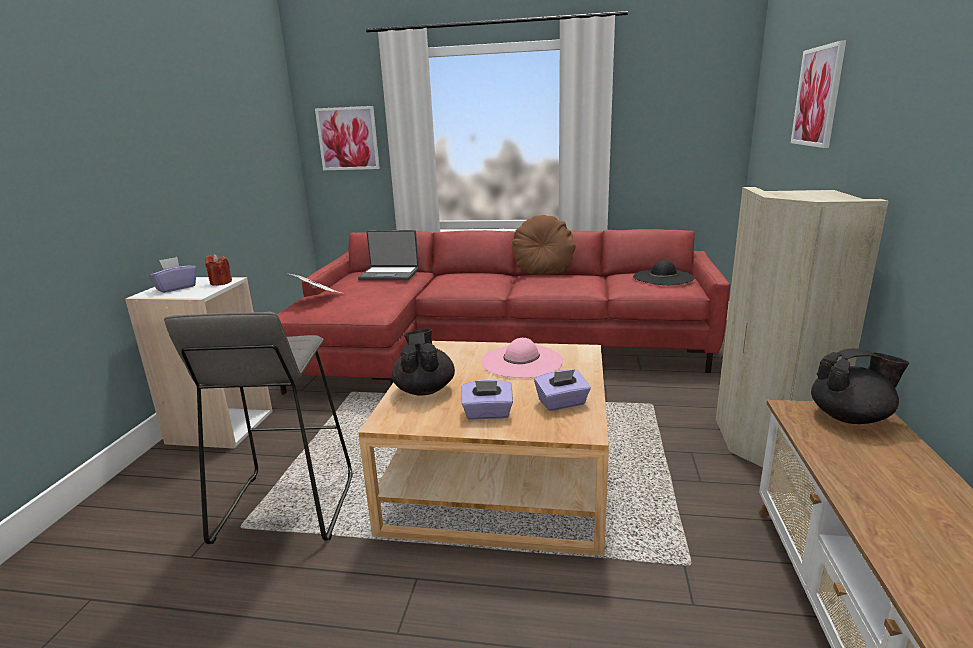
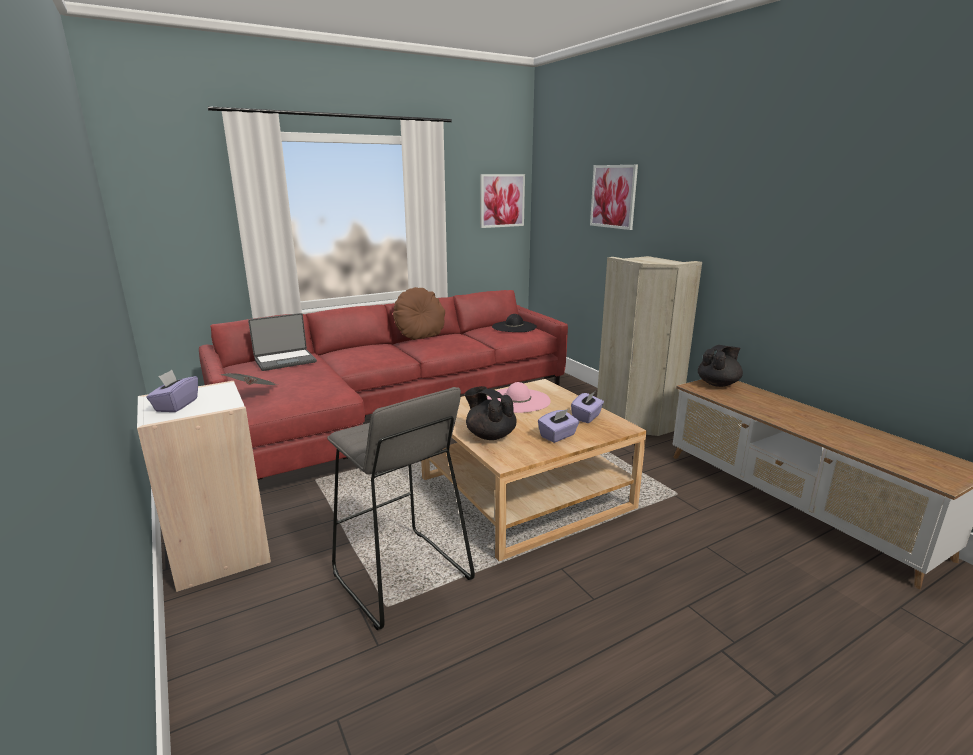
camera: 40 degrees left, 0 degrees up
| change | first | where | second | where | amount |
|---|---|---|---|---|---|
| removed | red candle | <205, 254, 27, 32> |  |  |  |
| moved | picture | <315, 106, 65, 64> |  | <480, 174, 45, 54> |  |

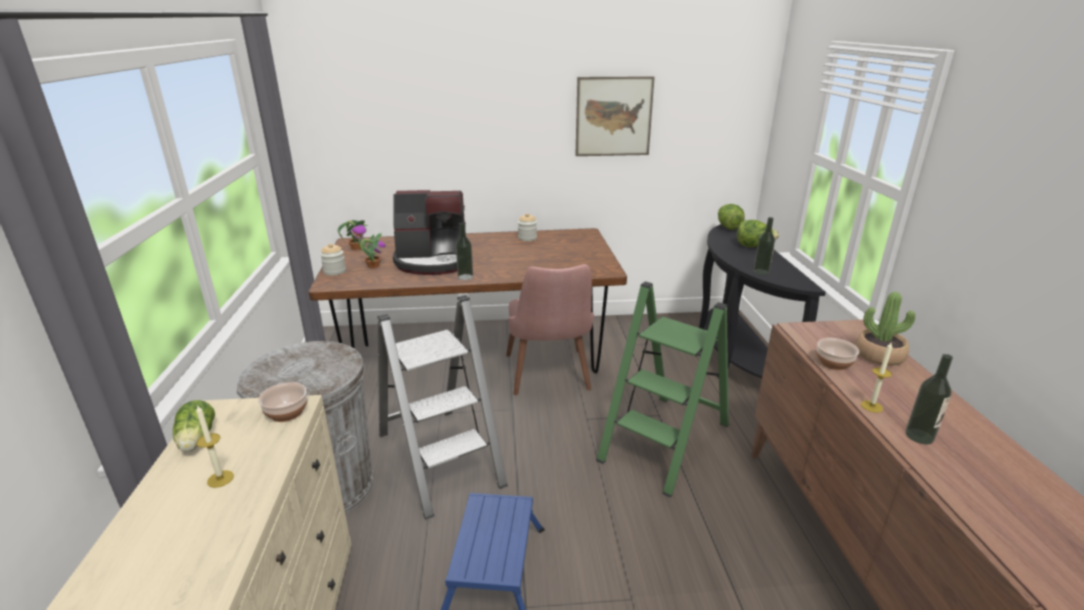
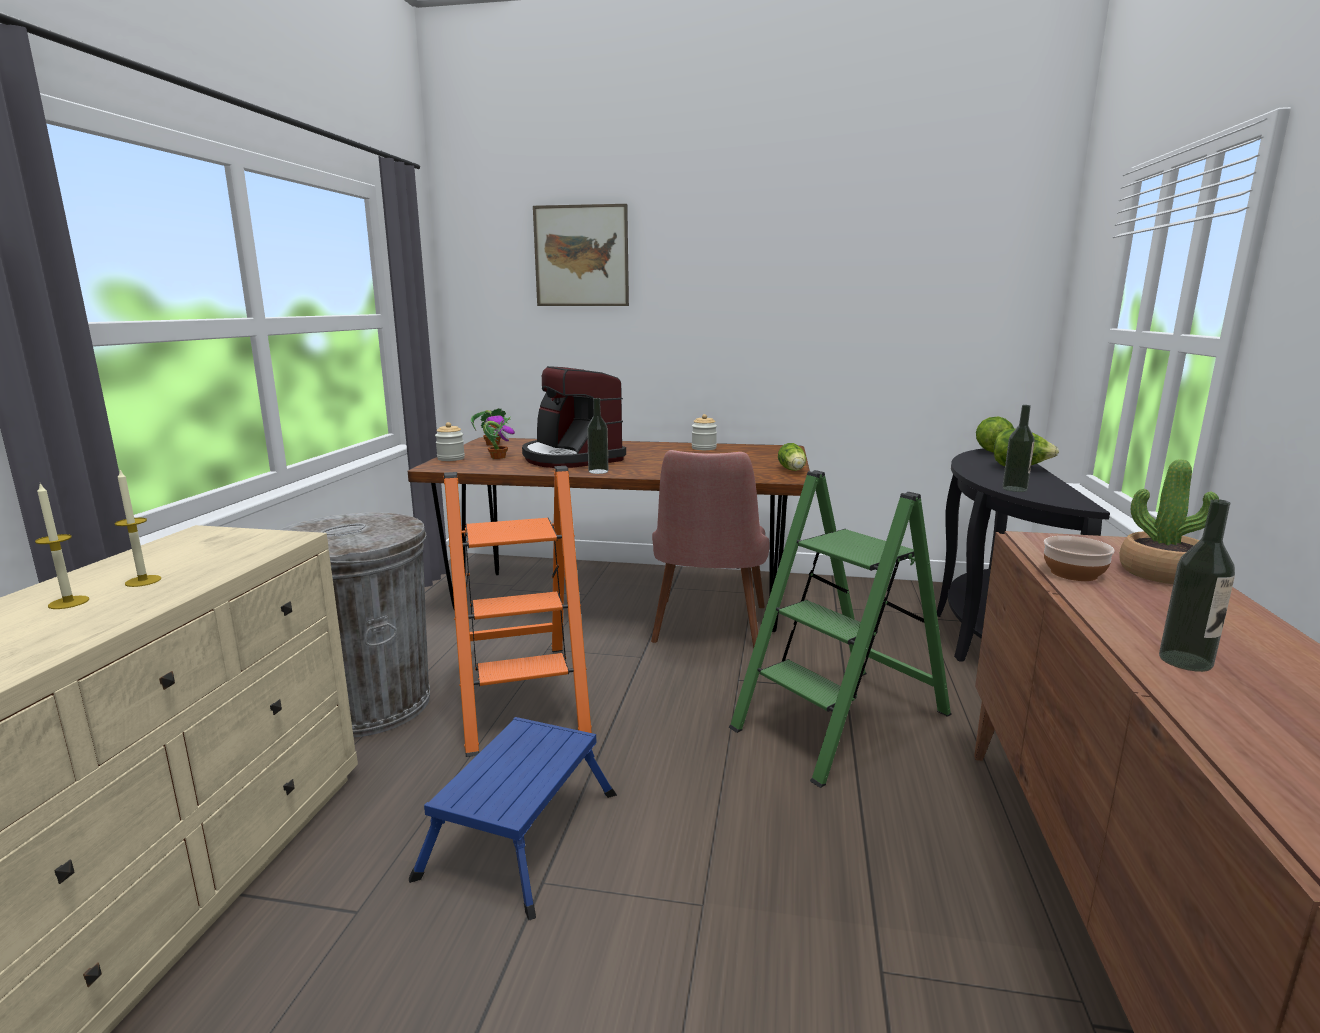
camera: 15 degrees right, 10 degrees down
| change | first | where | second | where | amount |
|---|---|---|---|---|---|
| moved | lettuce | <173, 400, 42, 52> |  | <778, 443, 28, 28> |  |
| removed | bowl | <258, 382, 49, 40> |  |  |  |
| recoloured | grey step ladder | <377, 295, 131, 225> | orange step ladder | <443, 466, 149, 291> |  |
| turned | coffee machine | <393, 190, 73, 85> |  | <522, 366, 104, 102> | 45 degrees clockwise |
| moved | picture | <575, 76, 80, 80> |  | <533, 204, 96, 102> |  |
| moved | candle | <861, 341, 31, 72> |  | <35, 484, 54, 125> |  |

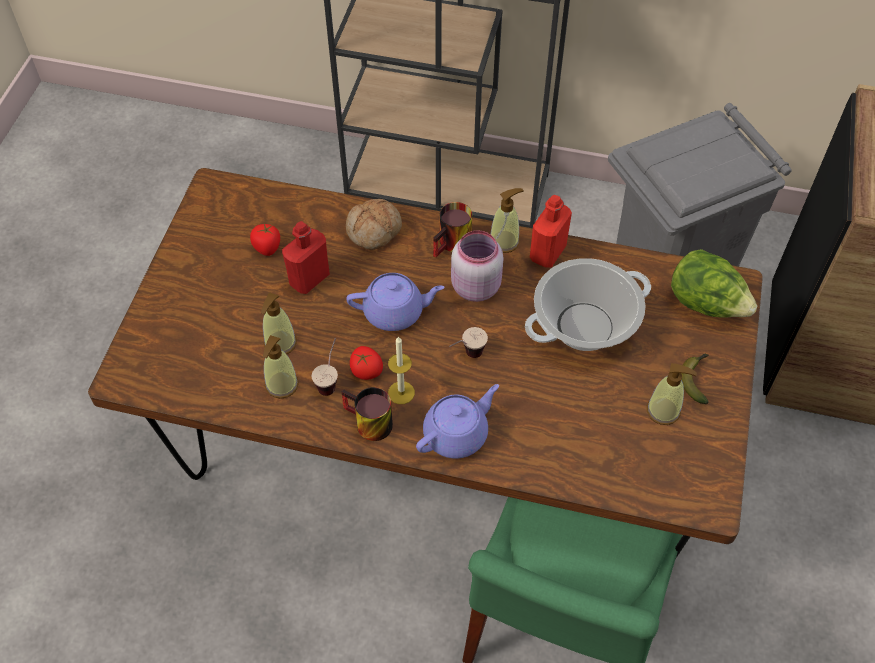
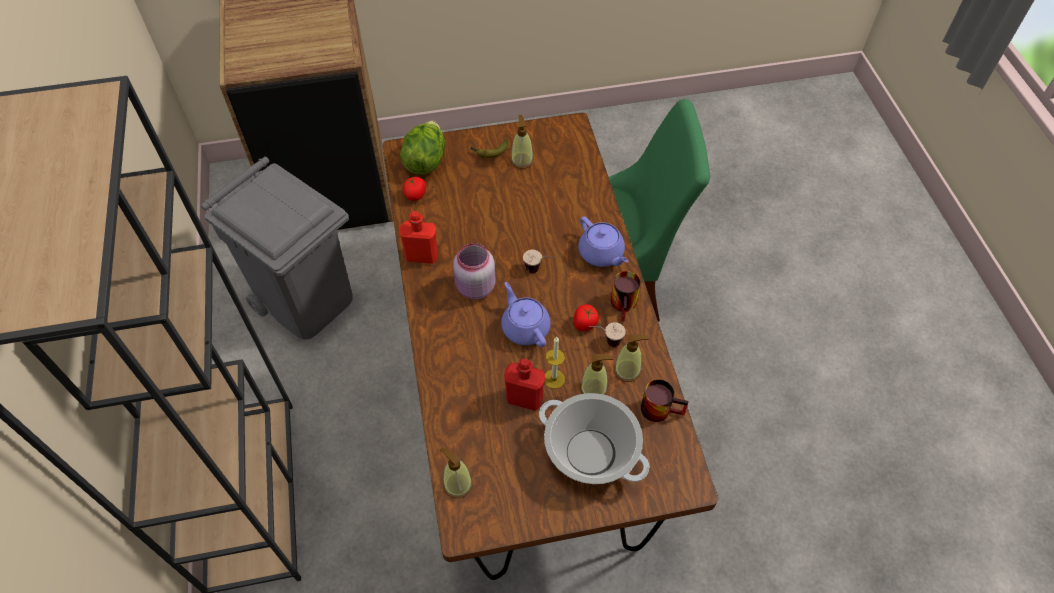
camera: 115 degrees left, 0 degrees up
| change | first | where | second | where | amount |
|---|---|---|---|---|---|
| moved | tomato | <250, 224, 30, 32> |  | <403, 176, 23, 25> |  |
| removed | bread | <346, 199, 56, 51> |  |  |  |
| moved | candle | <388, 336, 27, 68> |  | <544, 336, 21, 53> |  |
| turned | purple teapot | <416, 384, 83, 75> |  | <578, 216, 50, 51> | 150 degrees counterclockwise |
| moved | mug | <433, 202, 39, 56> |  | <641, 379, 48, 43> |  |
| moved | soap dispenser | <491, 188, 33, 65> |  | <440, 448, 33, 50> |  |
| moved | cooking pot | <525, 258, 126, 93> |  | <539, 393, 111, 91> |  |

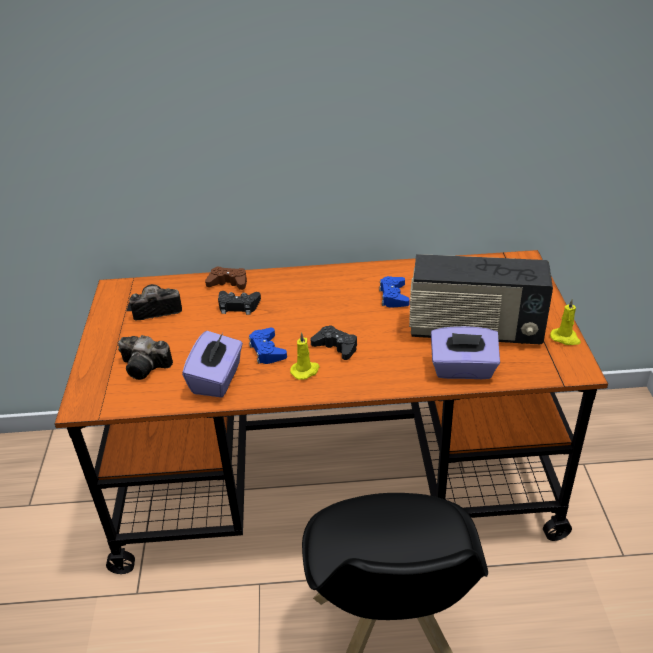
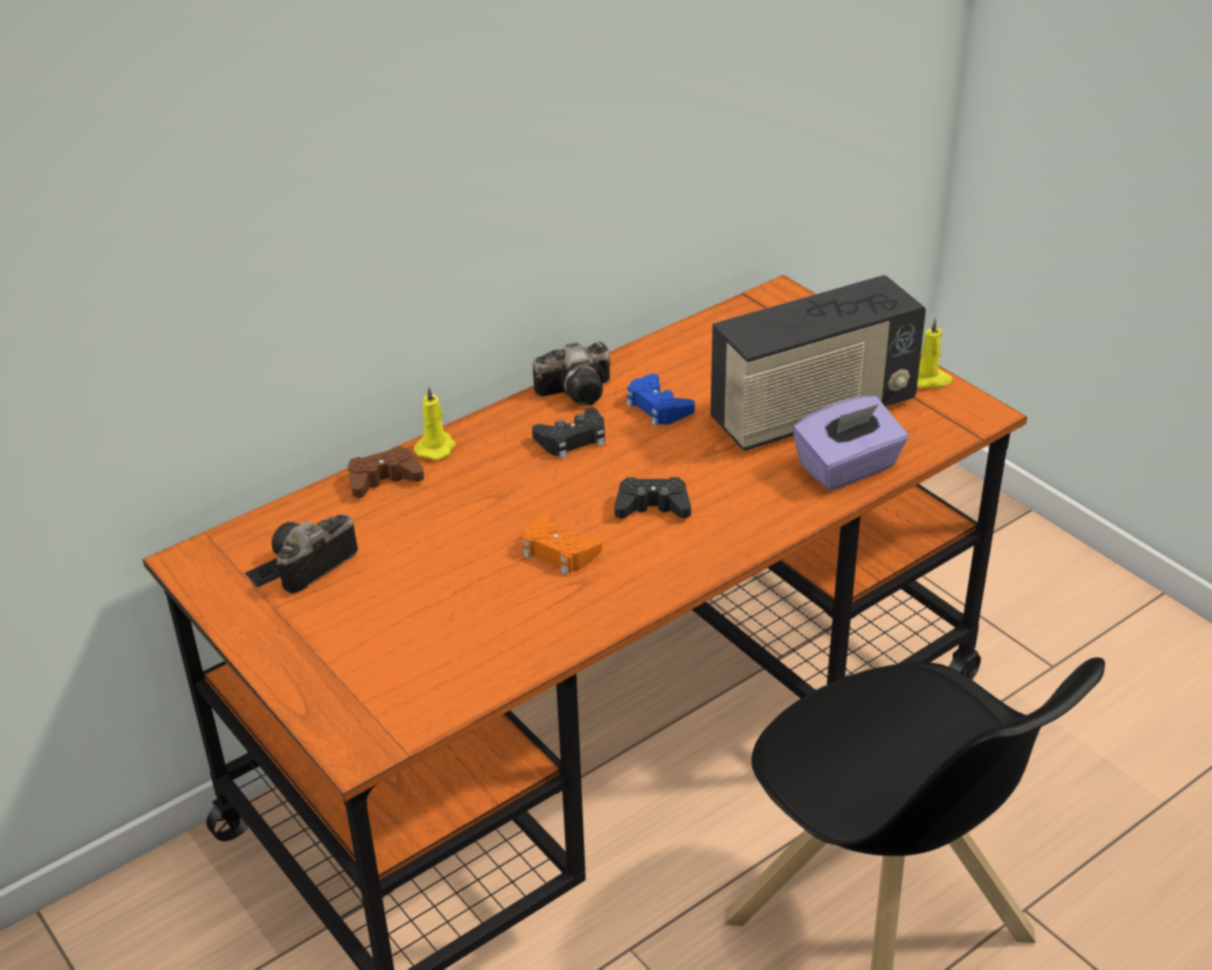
camera: 35 degrees left, 0 degrees up
| change | first | where | second | where | amount |
|---|---|---|---|---|---|
| moved | photo camera | <118, 335, 55, 45> |  | <533, 342, 77, 64> |  |
| removed | purple tissue box | <182, 331, 61, 66> |  |  |  |
| moved | black game controller | <218, 291, 43, 24> |  | <532, 407, 73, 52> |  |
| recoloured | blue game controller | <249, 328, 38, 36> | orange game controller | <523, 515, 79, 60> |  |
| moved | yellow candle | <290, 332, 30, 48> |  | <414, 386, 42, 74> |  |

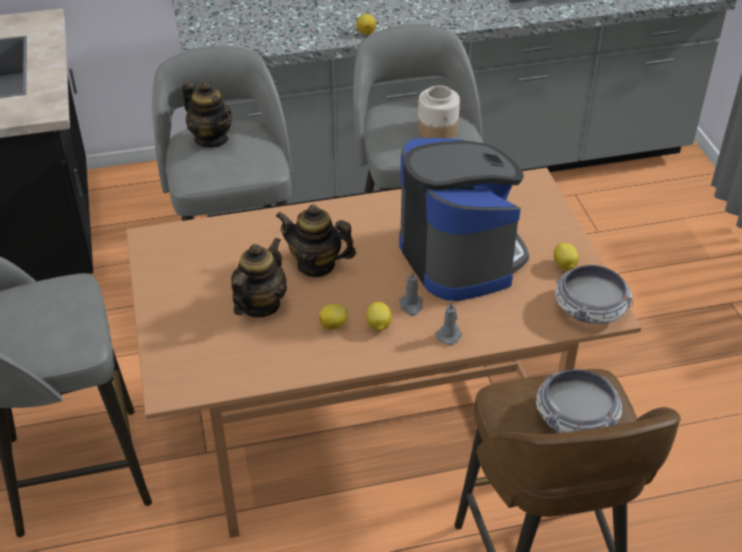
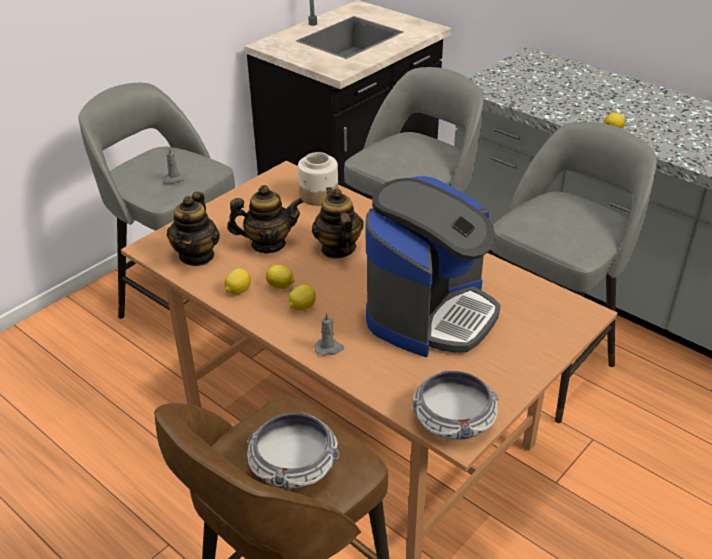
camera: 55 degrees right, 5 degrees down
| change | first | where | second | where | amount |
|---|---|---|---|---|---|
| moved | teapot | <182, 82, 50, 66> |  | <167, 192, 53, 74> |  |
| moved | grey candle | <399, 270, 24, 46> |  | <163, 147, 22, 38> |  |
| moved | jar | <418, 86, 42, 53> |  | <298, 152, 40, 54> |  |
| moved | lemon | <554, 243, 25, 27> |  | <225, 268, 26, 26> |  |

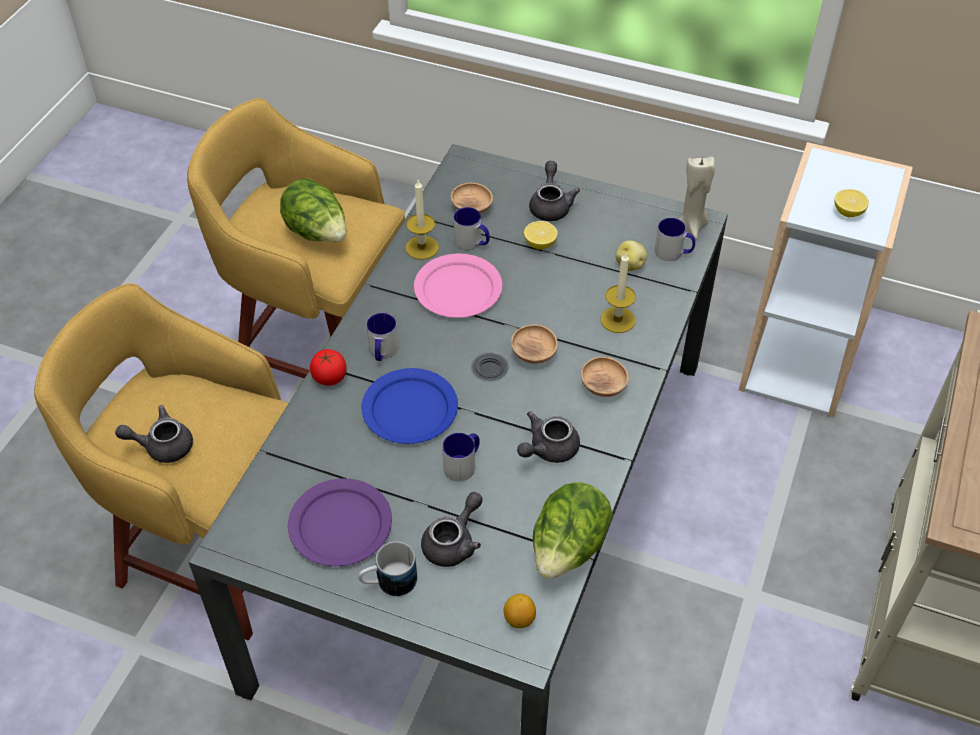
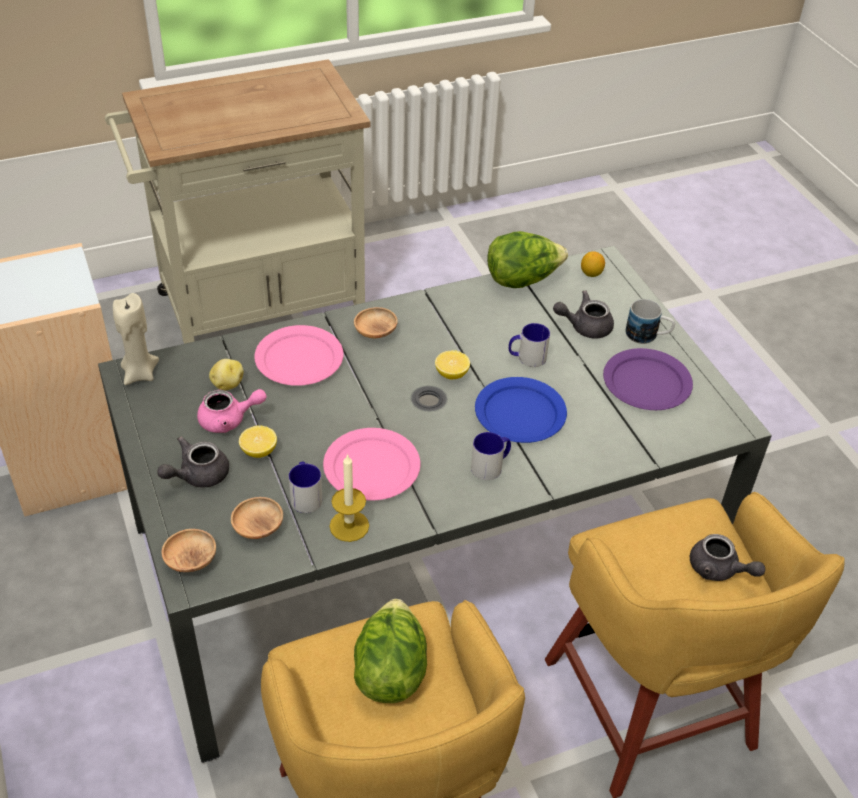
camera: 135 degrees left, 5 degrees down
| change | first | where | second | where | amount |
|---|---|---|---|---|---|
| removed | tomato | <310, 349, 36, 37> |  |  |  |
| moved | brown bowl | <511, 325, 47, 39> |  | <162, 529, 54, 43> |  |
| removed | grey teapot | <517, 411, 63, 52> |  |  |  |
| replaced | candle | <600, 253, 36, 80> | pink plate | <254, 325, 90, 61> |  |
| removed | mug | <655, 218, 40, 43> |  |  |  |
| moved | lemon | <835, 189, 34, 28> |  | <435, 350, 35, 29> |  |
| added |  |  | pink teapot | <197, 389, 70, 44> |  |

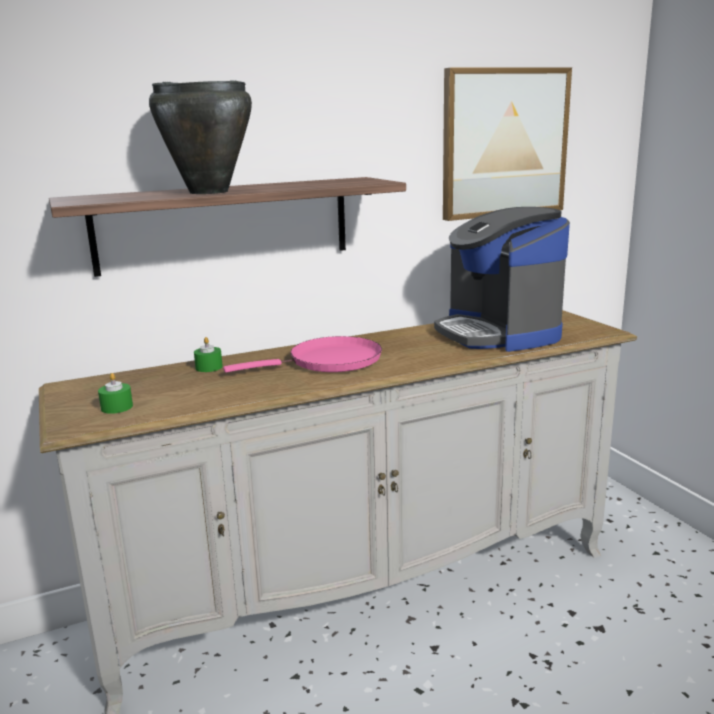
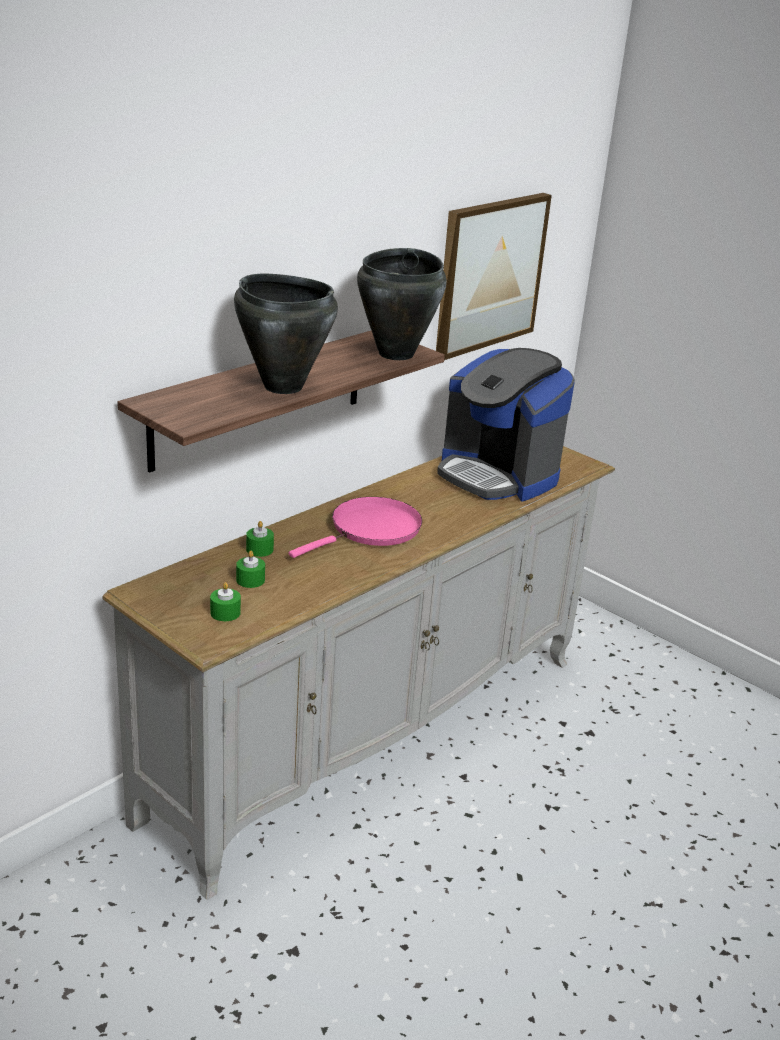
camera: 25 degrees left, 10 degrees up
| change | first | where | second | where | amount |
|---|---|---|---|---|---|
| added |  |  | green candle | <236, 551, 29, 37> |  |
| added |  |  | black cooking pot | <357, 248, 90, 112> |  |

